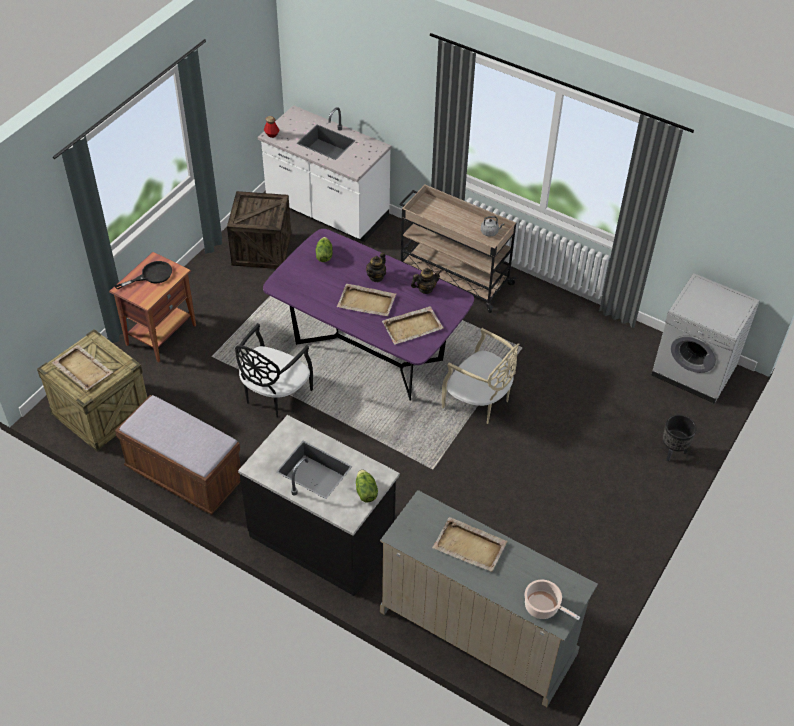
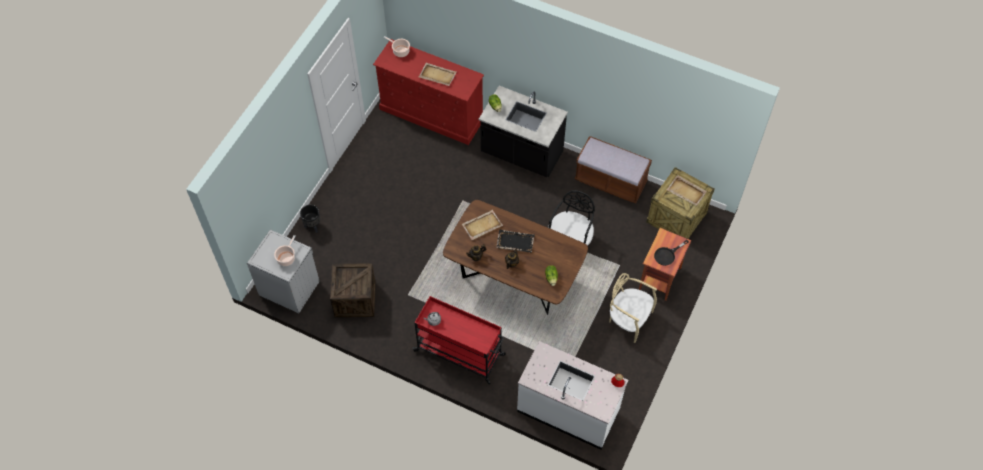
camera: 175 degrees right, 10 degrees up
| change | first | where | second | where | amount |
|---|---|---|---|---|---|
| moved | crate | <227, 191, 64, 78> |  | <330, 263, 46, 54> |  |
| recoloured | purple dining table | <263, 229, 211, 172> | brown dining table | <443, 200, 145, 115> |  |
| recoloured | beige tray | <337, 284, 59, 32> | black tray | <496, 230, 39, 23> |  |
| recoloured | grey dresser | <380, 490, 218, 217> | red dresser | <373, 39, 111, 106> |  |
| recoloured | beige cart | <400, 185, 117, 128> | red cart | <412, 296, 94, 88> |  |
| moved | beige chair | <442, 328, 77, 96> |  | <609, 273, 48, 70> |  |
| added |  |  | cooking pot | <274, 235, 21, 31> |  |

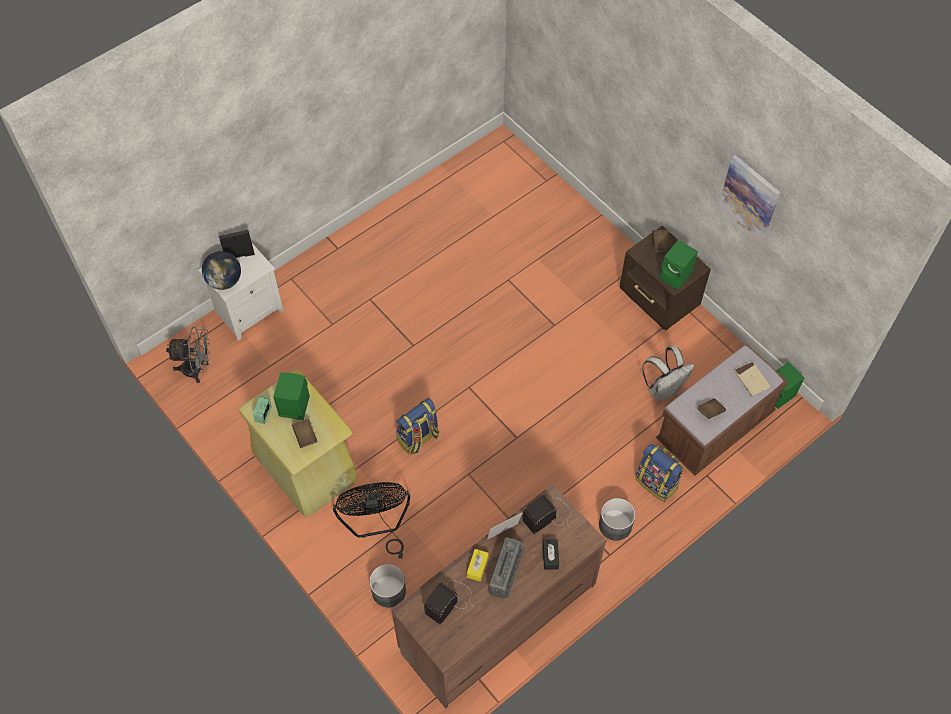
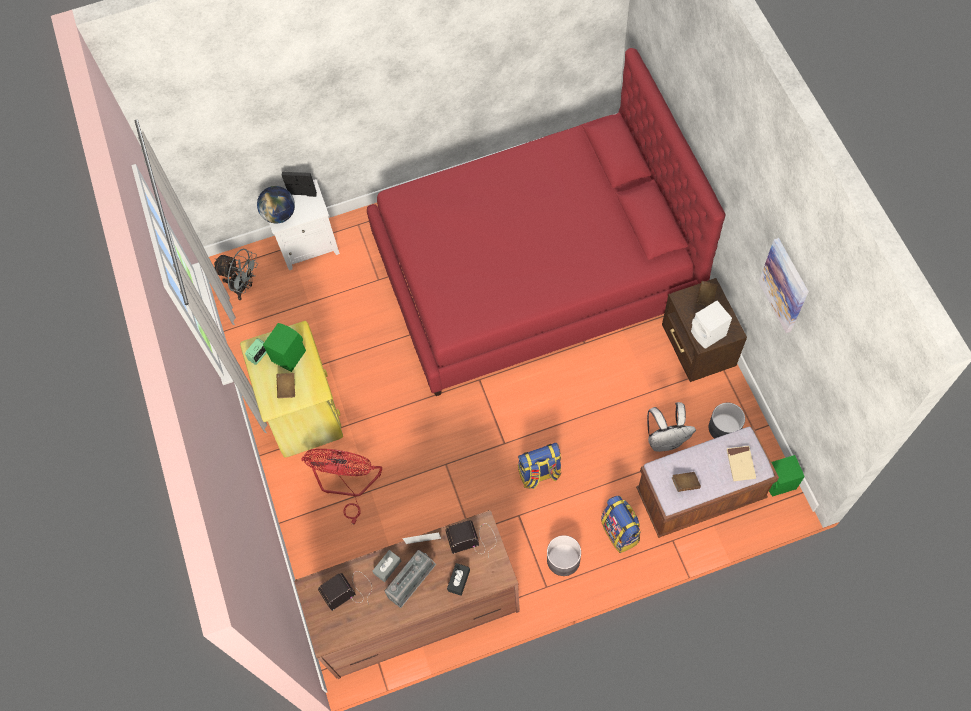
camera: 25 degrees right, 5 degrees up
| change | first | where | second | where | amount |
|---|---|---|---|---|---|
| recoloured | black fan | <333, 482, 77, 76> | red fan | <301, 449, 81, 75> |  |
| moved | grey planter | <370, 564, 36, 43> |  | <709, 403, 36, 36> |  |
| moved | backpack | <396, 398, 43, 57> |  | <518, 443, 43, 46> |  |
| recoloured | yellow tissue box | <467, 549, 22, 33> | grey tissue box | <372, 550, 29, 32> |  |
| recoloured | green speaker | <660, 240, 38, 49> | white speaker | <691, 301, 41, 48> |  |
| added |  |  | red bed | <367, 48, 358, 348> |  |

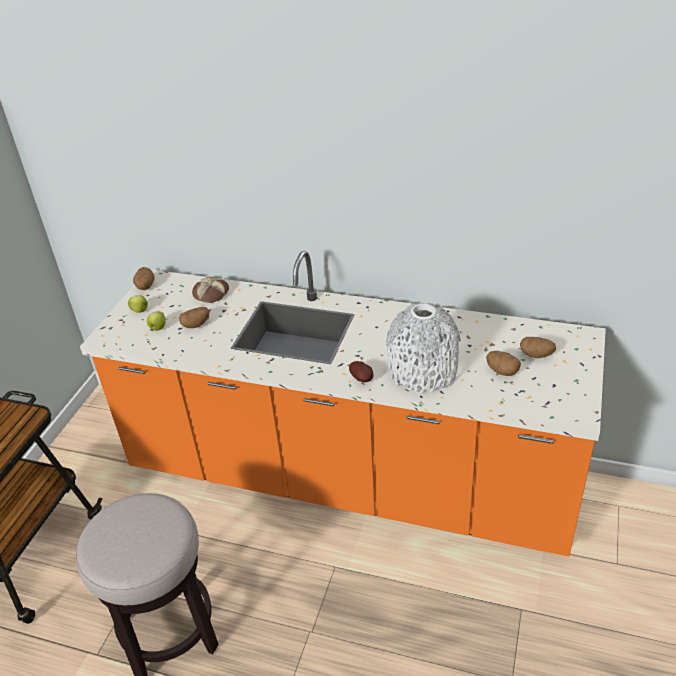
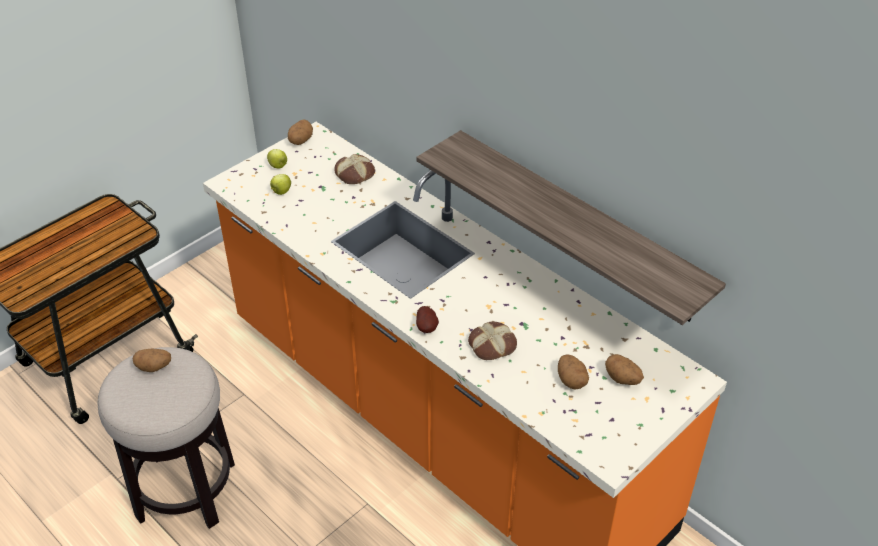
camera: 25 degrees right, 5 degrees up
| change | first | where | second | where | amount |
|---|---|---|---|---|---|
| moved | potato | <179, 307, 31, 21> |  | <133, 349, 38, 23> |  |
| replaced | white vase | <386, 303, 75, 90> | bread | <468, 322, 49, 38> |  |
| added |  |  | shelf | <416, 130, 310, 195> |  |

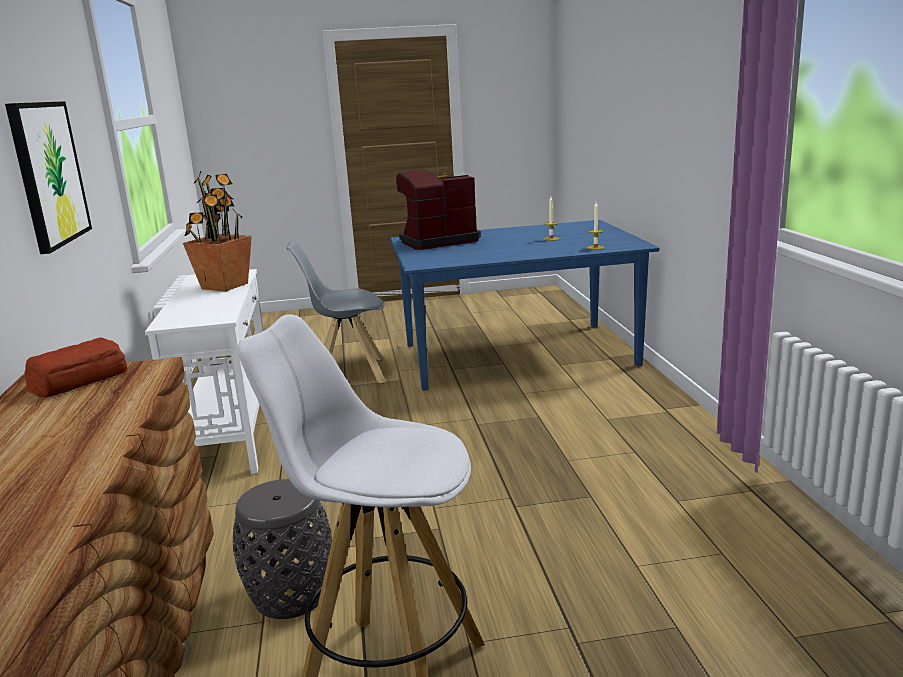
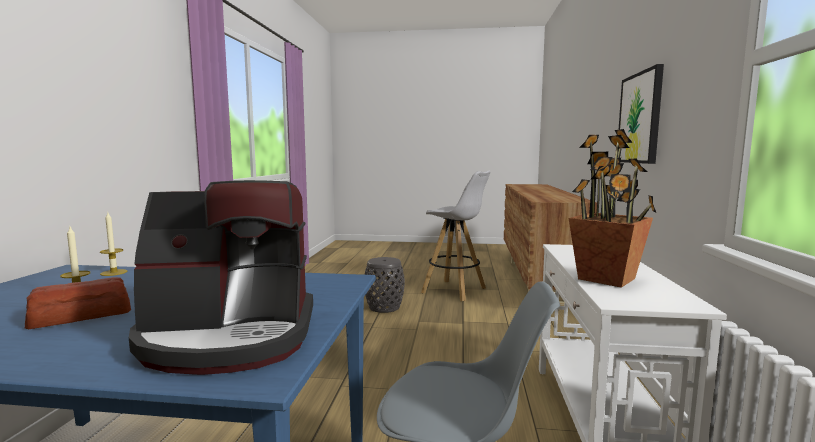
camera: 165 degrees left, 10 degrees down
| change | first | where | second | where | amount |
|---|---|---|---|---|---|
| moved | bread | <25, 337, 102, 61> |  | <25, 277, 106, 52> |  |
| moved | grey stool | <233, 479, 99, 140> |  | <365, 257, 40, 56> |  |

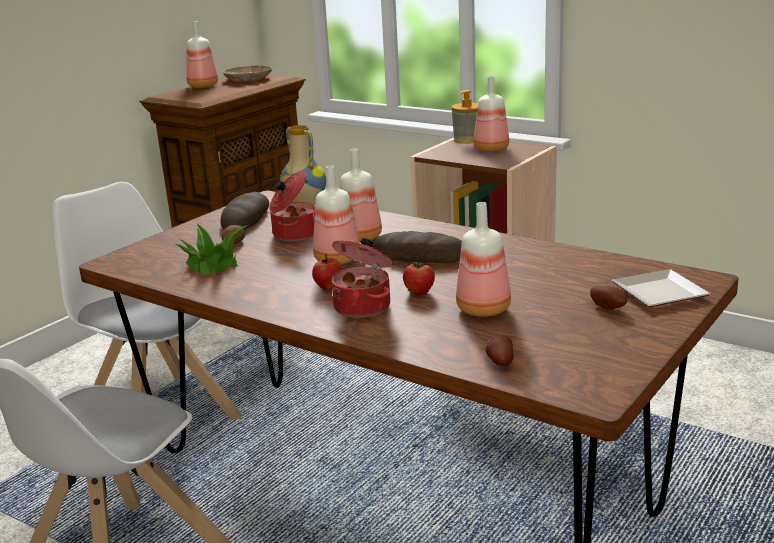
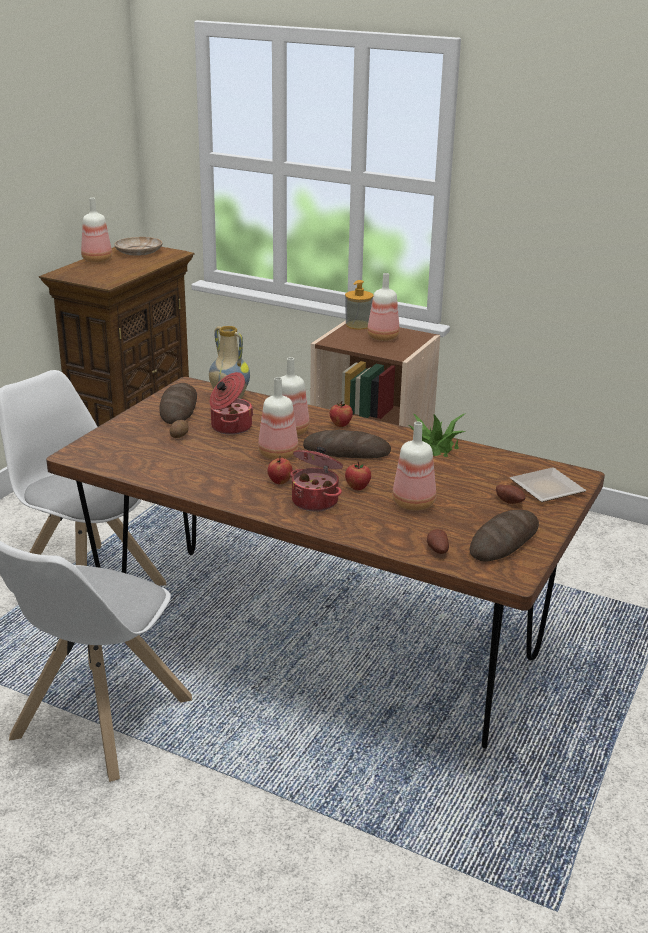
camera: 10 degrees left, 5 degrees up
| change | first | where | second | where | amount |
|---|---|---|---|---|---|
| moved | potted plant | <176, 224, 72, 51> |  | <409, 413, 57, 44> |  |
| added |  |  | apple | <330, 401, 23, 26> |  |
| added |  |  | bread | <470, 510, 69, 52> |  |

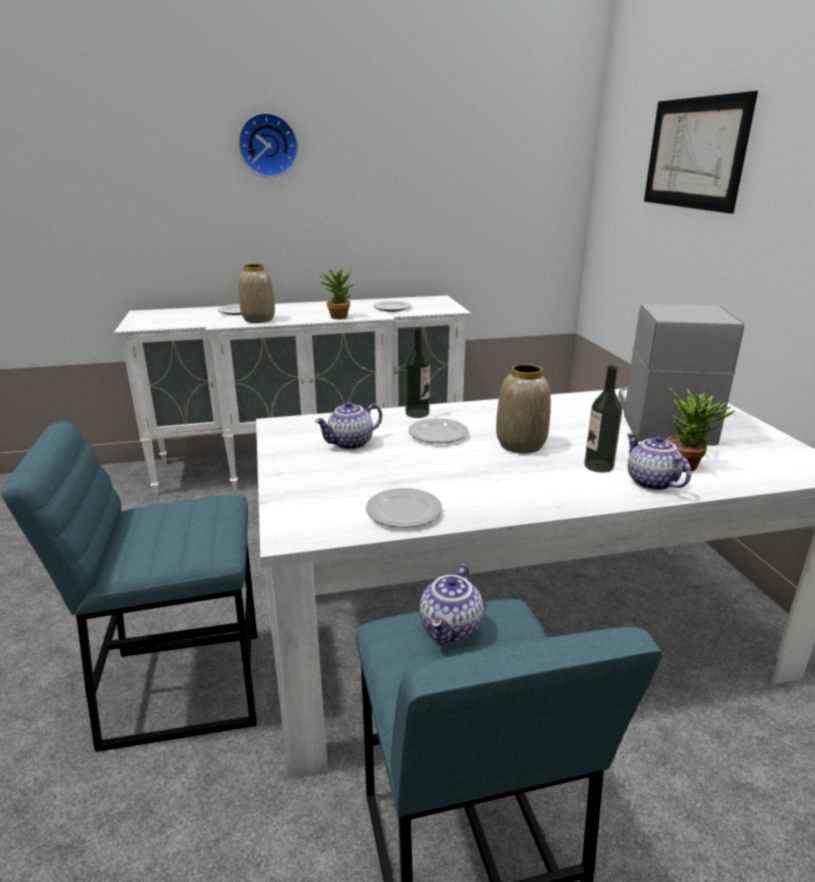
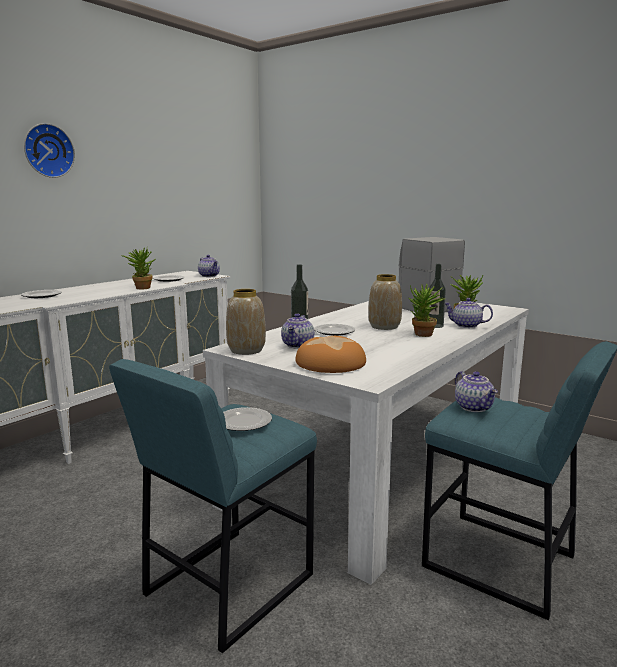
camera: 40 degrees left, 10 degrees down
| change | first | where | second | where | amount |
|---|---|---|---|---|---|
| moved | vase | <239, 264, 36, 59> |  | <226, 289, 40, 66> |  |
| moved | plate | <366, 488, 76, 40> |  | <223, 407, 49, 24> |  |
| removed | picture | <644, 91, 114, 123> |  |  |  |
| added |  |  | teapot | <198, 255, 22, 22> |  |
| added |  |  | bread | <295, 336, 71, 37> |  |
| added |  |  | potted plant | <409, 284, 37, 53> |  |

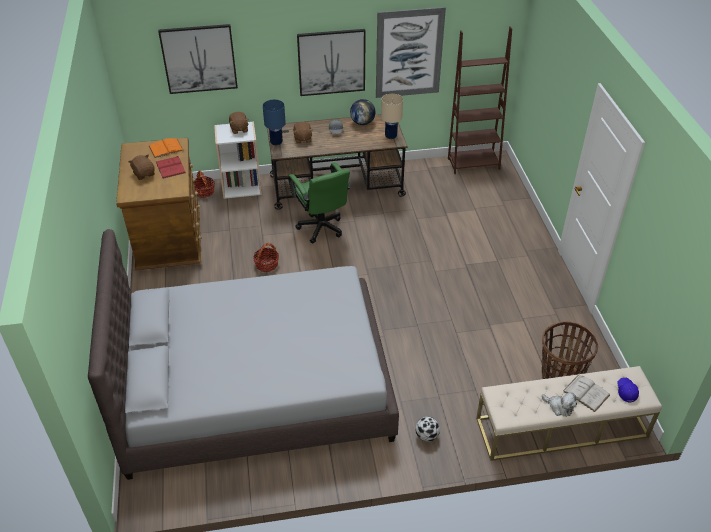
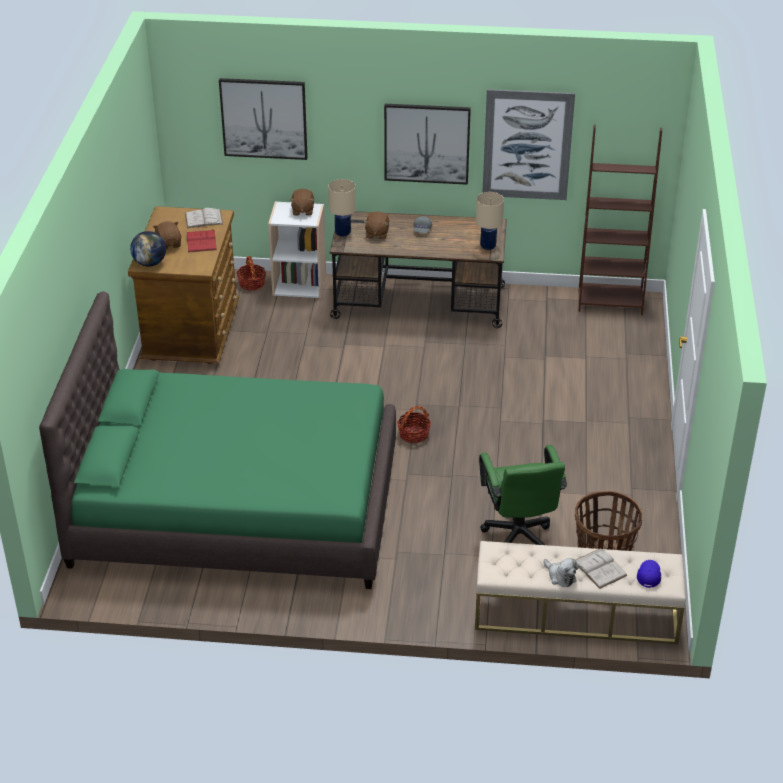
camera: 15 degrees right, 5 degrees down
| change | first | where | second | where | amount |
|---|---|---|---|---|---|
| recoloured | grey bed | <88, 229, 311, 251> | green bed | <39, 291, 357, 298> |  |
| recoloured | orange book | <149, 138, 35, 20> | white book | <185, 208, 38, 20> |  |
| moved | basket | <253, 243, 26, 29> |  | <397, 406, 34, 38> |  |
| recoloured | blue table lamp | <263, 100, 23, 45> | beige table lamp | <328, 179, 28, 57> |  |
| moved | green office chair | <288, 162, 63, 81> |  | <479, 445, 88, 100> |  |
| moved | globe | <350, 99, 26, 26> |  | <130, 231, 36, 36> |  |
| removed | football | <415, 417, 25, 25> |  |  |  |

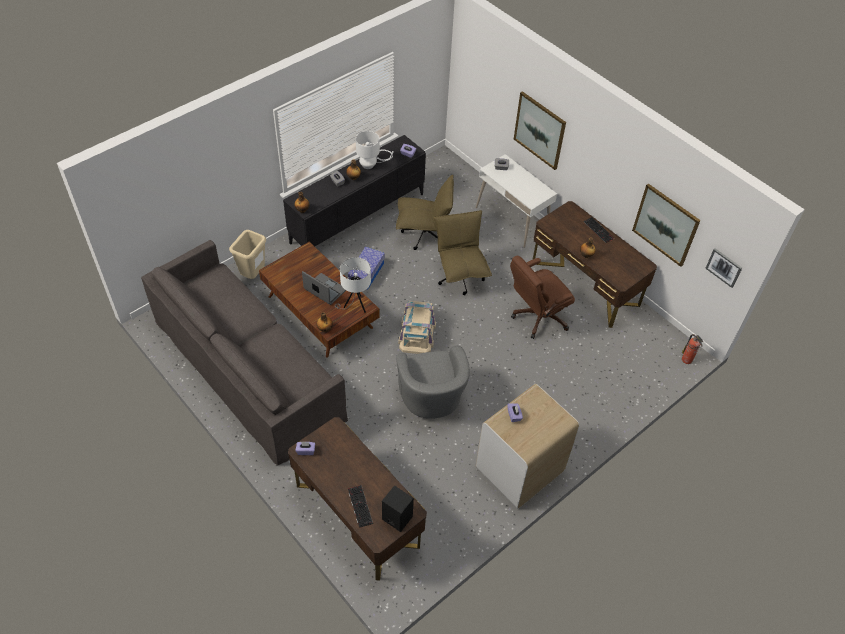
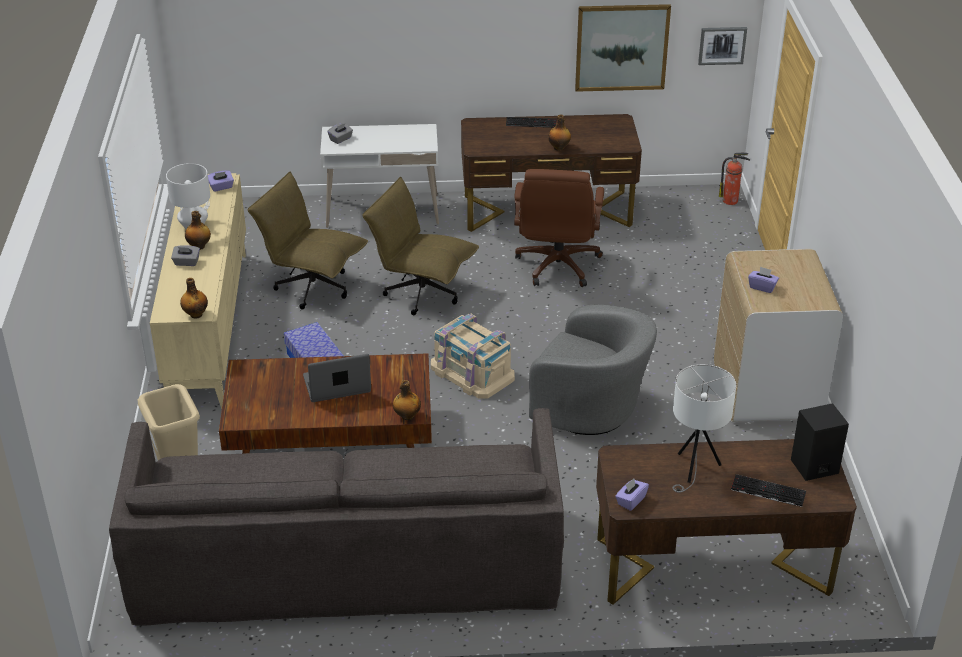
camera: 50 degrees left, 15 degrees down
| change | first | where | second | where | amount |
|---|---|---|---|---|---|
| recoloured | black cabinet | <283, 135, 143, 111> | beige cabinet | <150, 173, 96, 236> |  |
| moved | white table lamp | <335, 257, 36, 56> |  | <673, 364, 63, 129> |  |
| turned | beige office chair | <396, 175, 58, 75> |  | <248, 172, 120, 137> | 105 degrees counterclockwise |
| removed | picture | <514, 91, 52, 79> |  |  |  |

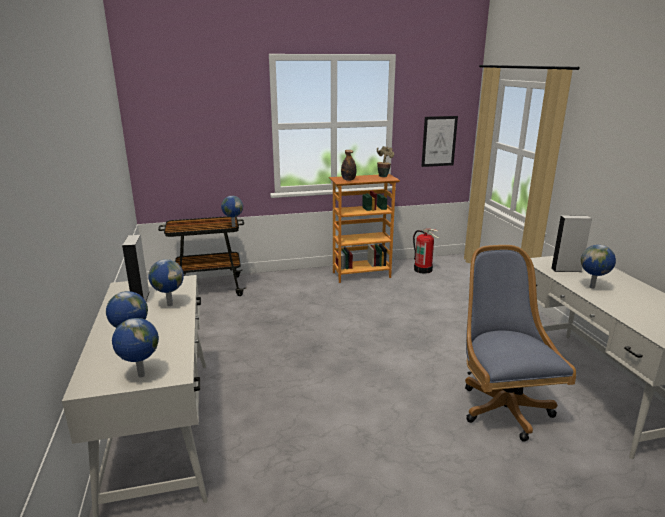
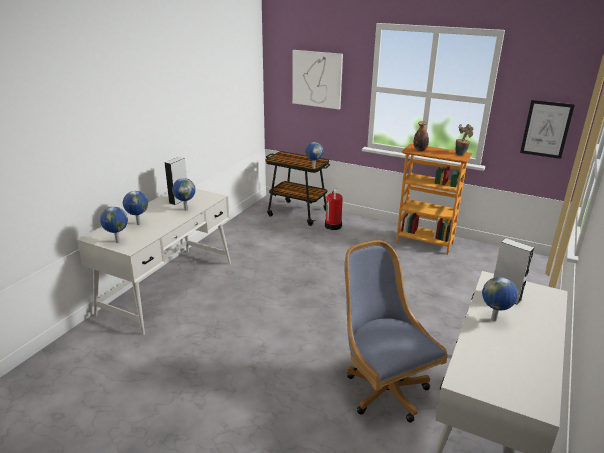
camera: 40 degrees right, 5 degrees up
| change | first | where | second | where | amount |
|---|---|---|---|---|---|
| moved | fire extinguisher | <413, 229, 26, 45> |  | <325, 188, 18, 42> |  |
| turned | blue office chair | <465, 245, 111, 197> |  | <344, 240, 103, 182> | 60 degrees counterclockwise |
| added |  |  | picture | <292, 50, 51, 59> |  |

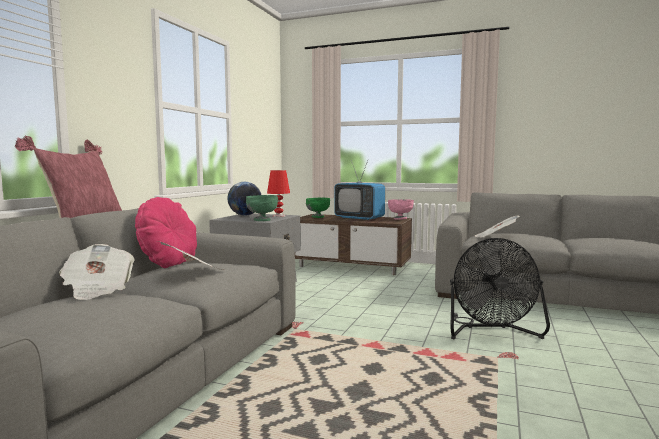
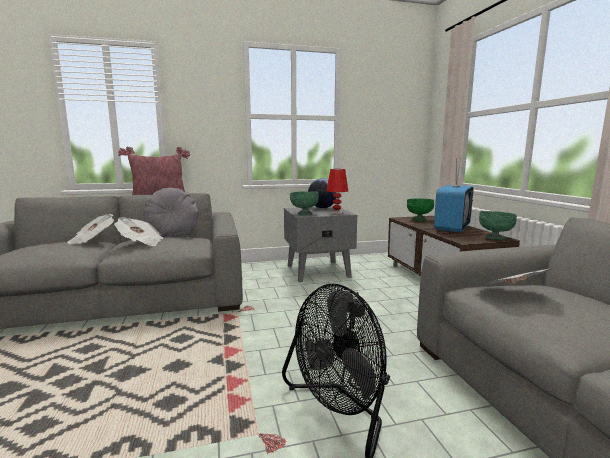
camera: 55 degrees right, 5 degrees up
| change | first | where | second | where | amount |
|---|---|---|---|---|---|
| recoloured | pink pillow | <135, 197, 62, 71> | grey pillow | <143, 188, 56, 49> |  |
| turned | television | <334, 160, 51, 60> |  | <434, 158, 40, 75> | 150 degrees counterclockwise |
| recoloured | pink bowl | <388, 199, 26, 21> | green bowl | <479, 211, 38, 29> |  |

